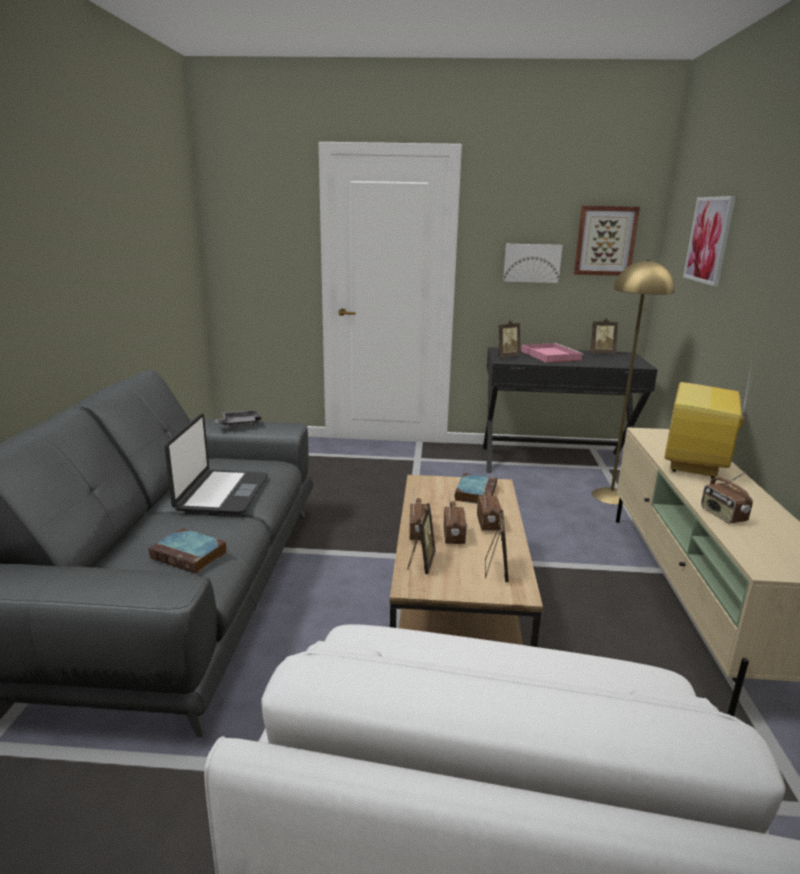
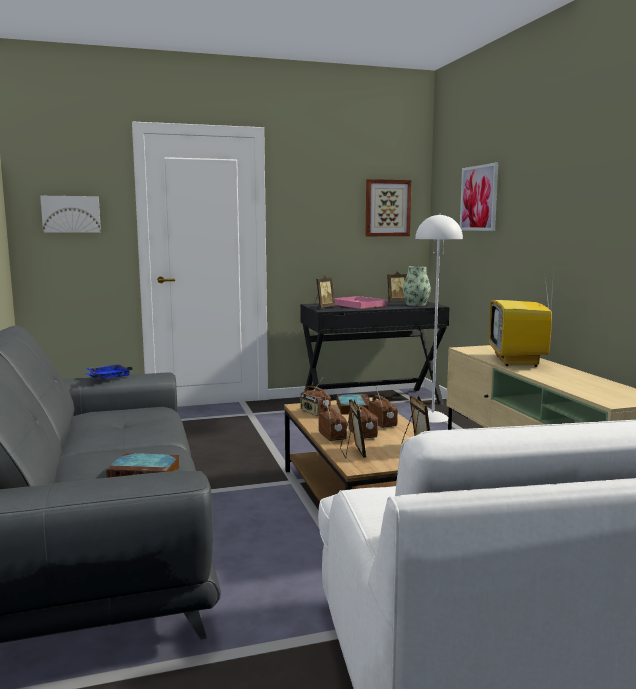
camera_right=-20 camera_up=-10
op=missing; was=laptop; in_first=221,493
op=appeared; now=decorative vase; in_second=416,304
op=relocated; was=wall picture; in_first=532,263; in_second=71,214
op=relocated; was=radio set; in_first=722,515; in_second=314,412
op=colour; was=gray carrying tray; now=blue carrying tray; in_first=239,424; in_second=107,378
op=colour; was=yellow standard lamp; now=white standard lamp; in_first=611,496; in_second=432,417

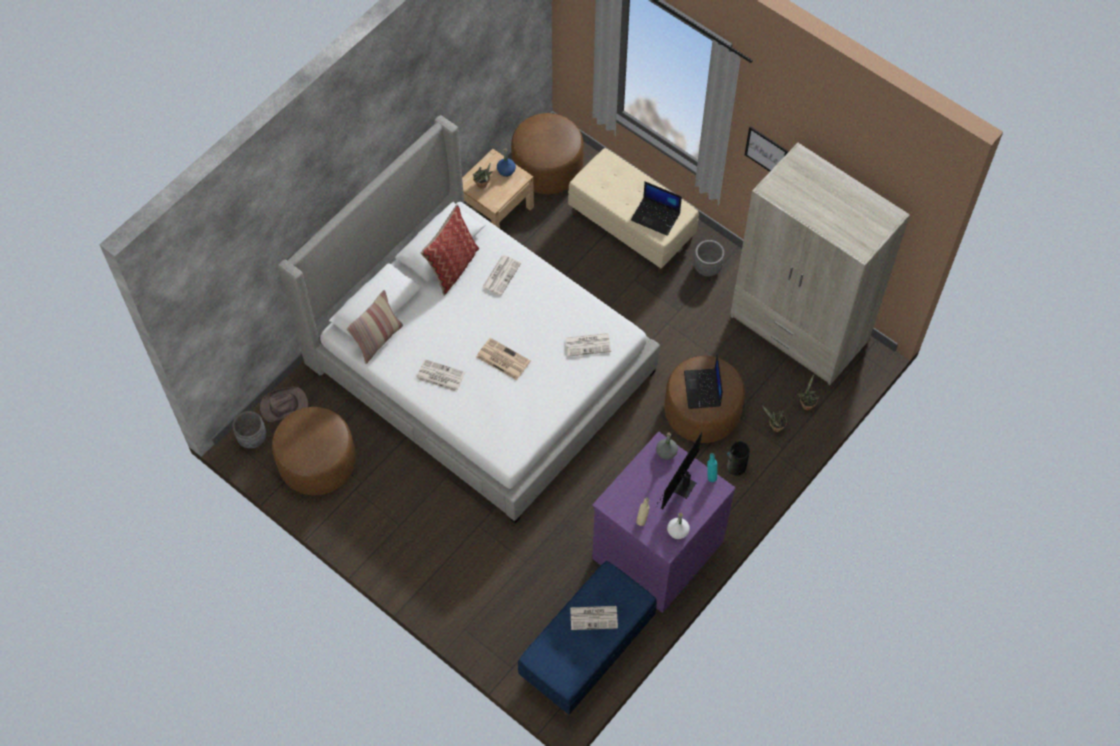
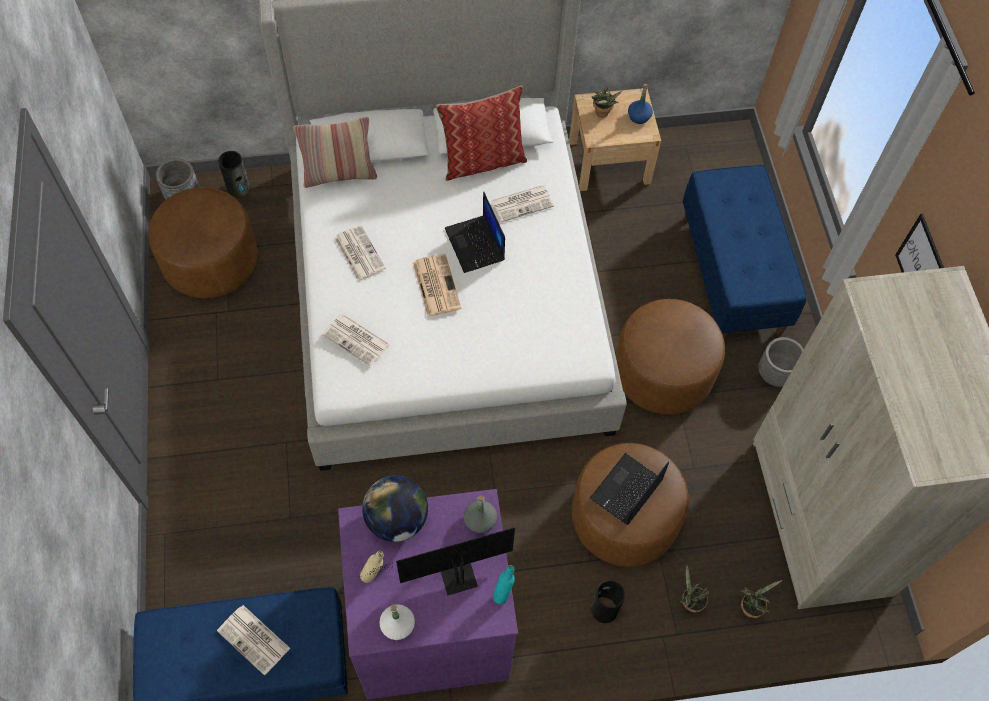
camera_right=40 camera_up=0
op=appeared; now=world globe; in_second=397,519
op=relocated; was=brown pouffe; in_first=547,169; in_second=662,373
op=relocated; was=newspaper; in_first=588,344; in_second=357,340
op=relocated; was=laptop; in_first=656,216; in_second=475,245
op=exchanged; was=brown clothing hat; now=decorative vase; in_first=283,405; in_second=239,188
op=colour; was=sand-coloured indoor bench; now=blue indoor bench; in_first=632,227; in_second=732,274

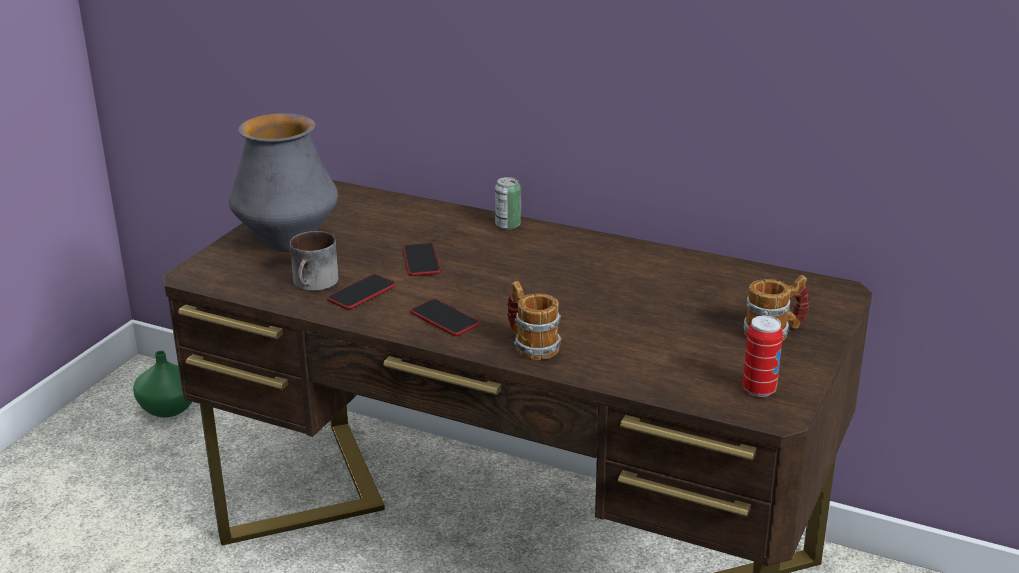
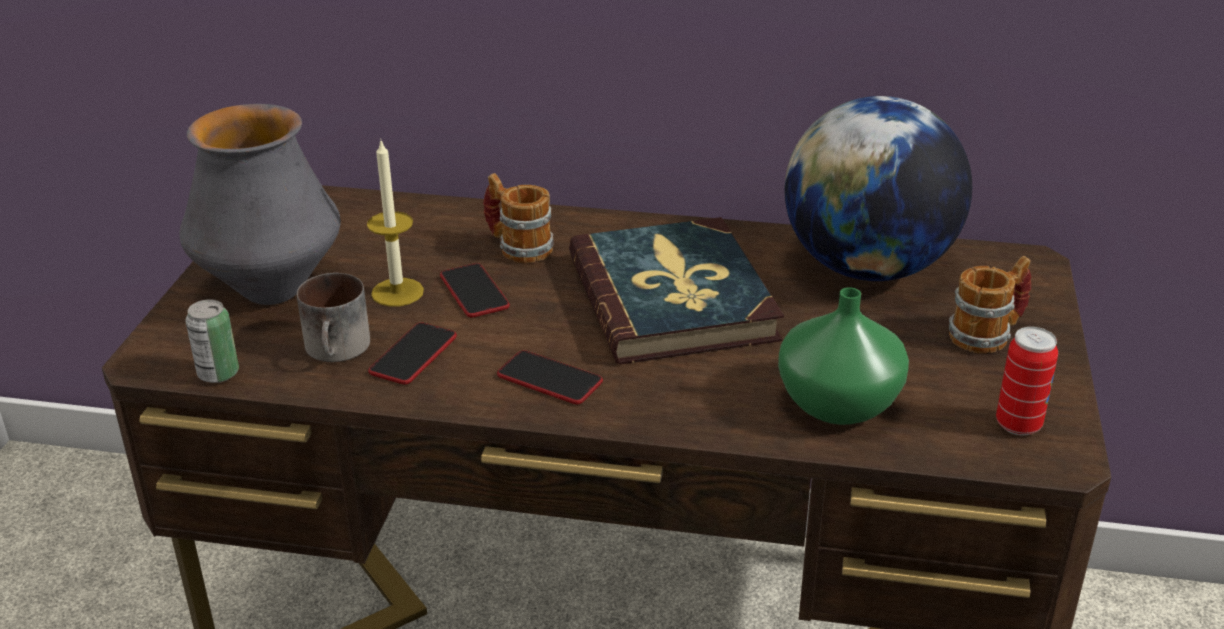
camera_right=-15 camera_up=5
op=appeared; now=candle; in_second=397,292
op=appeared; now=bound book; in_second=673,298
op=appeared; now=world globe; in_second=868,268
op=relocated; was=green-coloured decorative vase; in_first=169,408; in_second=841,404
op=relocated; was=metal can; in_first=508,225; in_second=218,374
op=relocated; was=mug; in_first=531,345; in_second=518,247

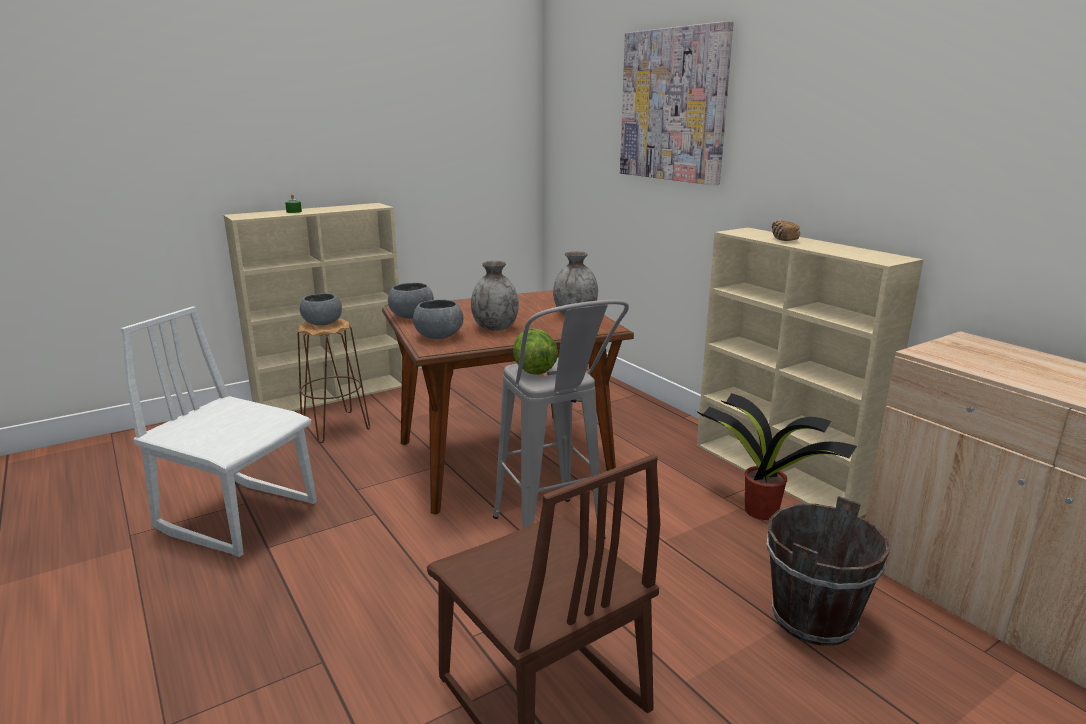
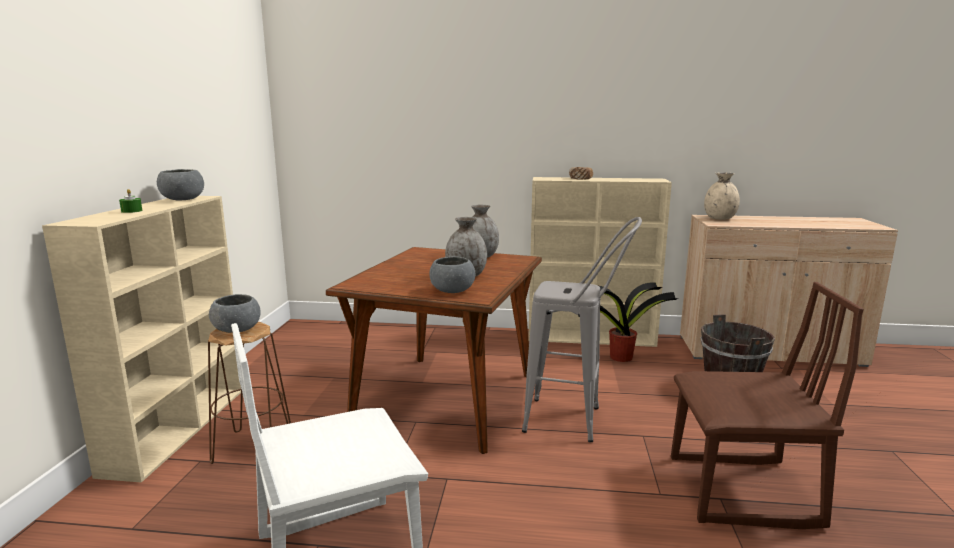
camera_right=-50 camera_up=-5
op=missing; was=lettuce head; in_first=534,370
op=missing; was=wall picture; in_first=673,105
op=appeared; now=sand-coloured decorative vase; in_second=720,218
op=relocated; was=gray deep dish; in_first=411,316; in_second=182,199

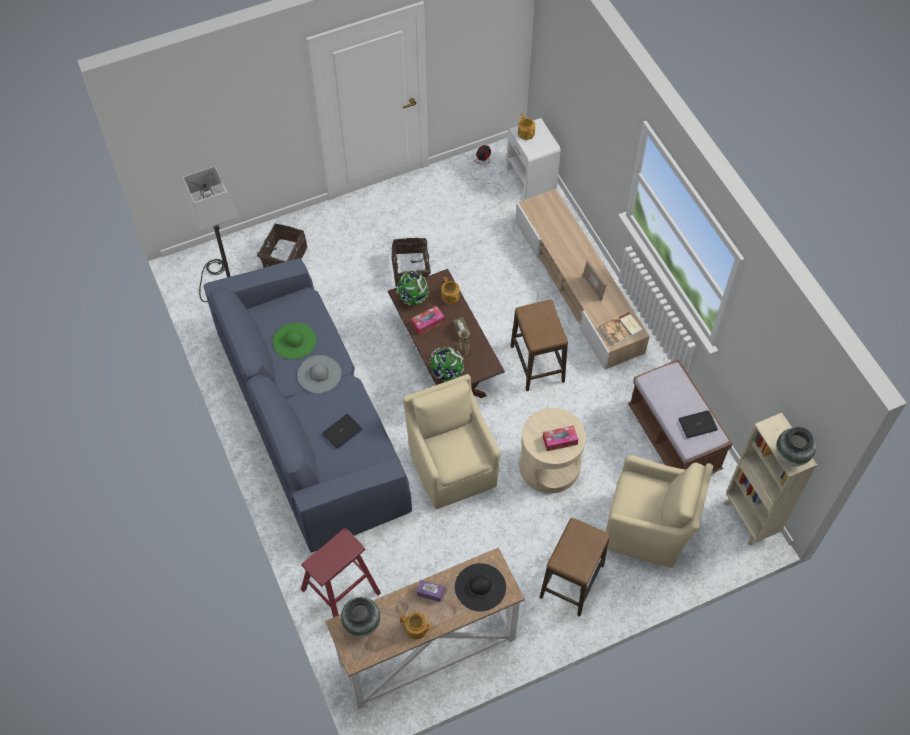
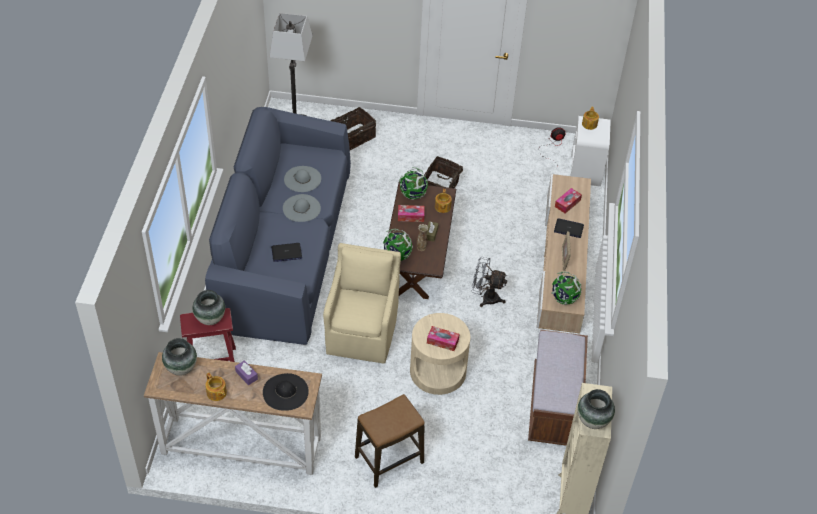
camera_right=30 camera_up=-10
op=missing; was=sand-coloured armchair; in_first=648,529
op=appeared; now=decorative vase; in_second=210,318
op=appeared; now=tissue box; in_second=567,203
op=relocated; was=laptop; in_first=697,424; in_second=568,228
op=exchanged; was=stool; now=gray electric fan; in_first=537,364; in_second=485,297
op=exchanged; was=bound book; now=world globe; in_first=621,330; in_second=564,299
op=colour; was=green-coloured clothing hat; now=gray clothing hat; in_first=294,340; in_second=302,179

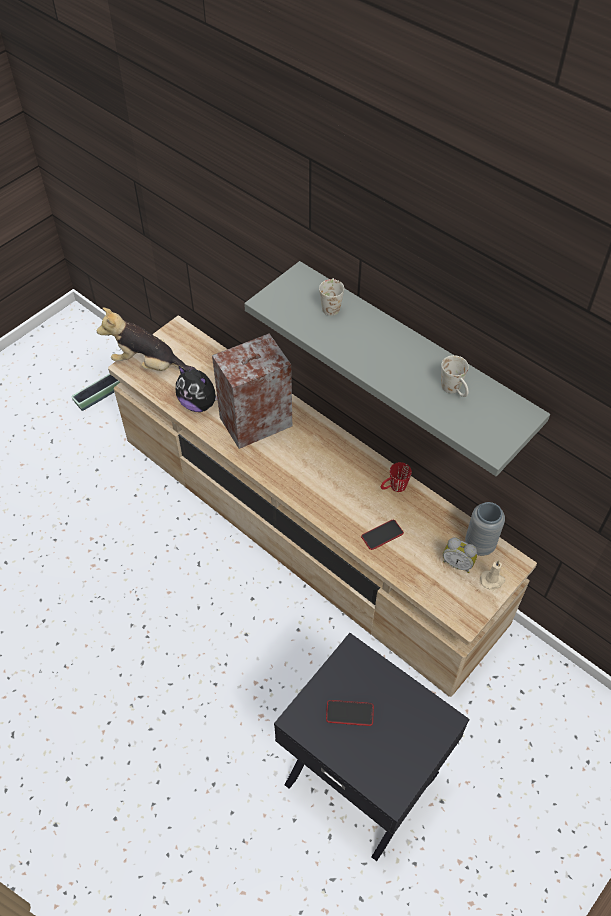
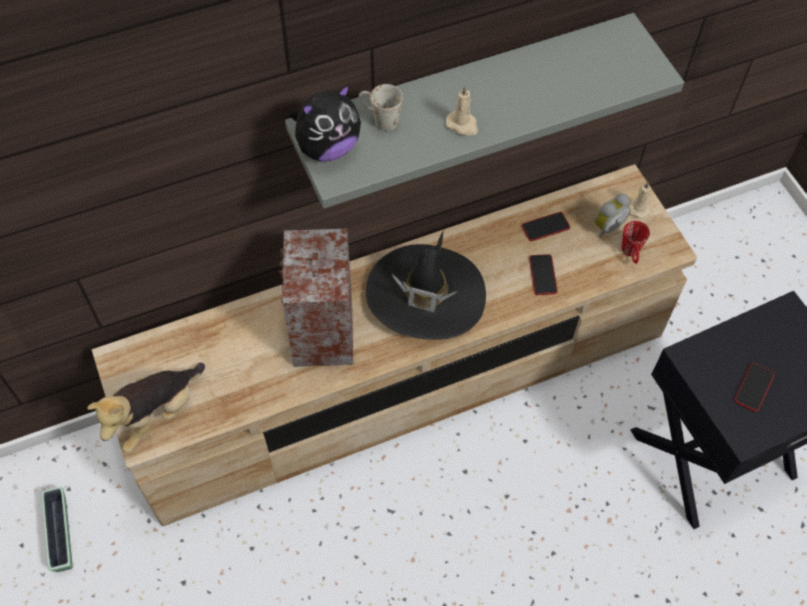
camera_right=-65 camera_up=5
op=missing; was=white mug; in_first=454,390
op=missing; was=gray decorative vase; in_first=479,545
op=appeared; now=black clothing hat; in_second=425,295
op=appeared; now=sand-coloured candle; in_second=462,125
op=appeared; now=handset; in_second=545,227
op=relocated; was=cuddly toy; in_first=199,404; in_second=327,148
op=relocated; was=red mug; in_first=393,488; in_second=631,254

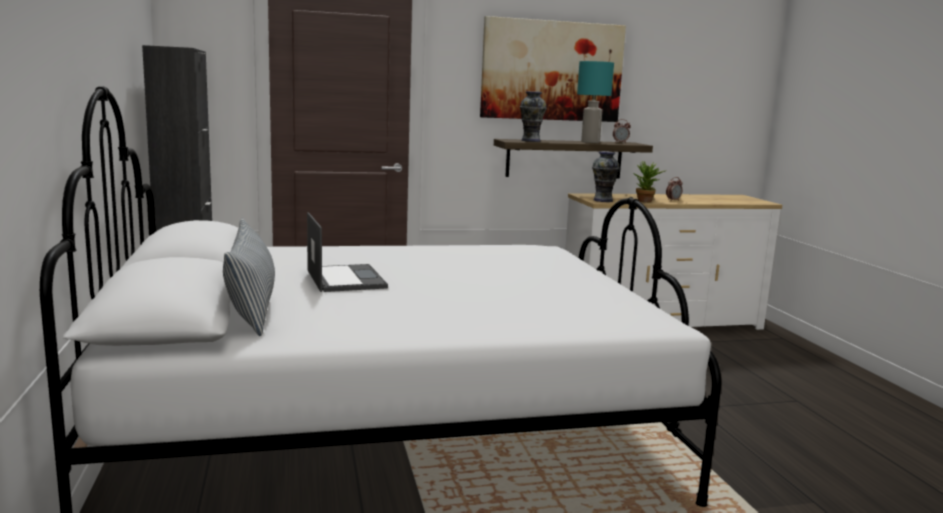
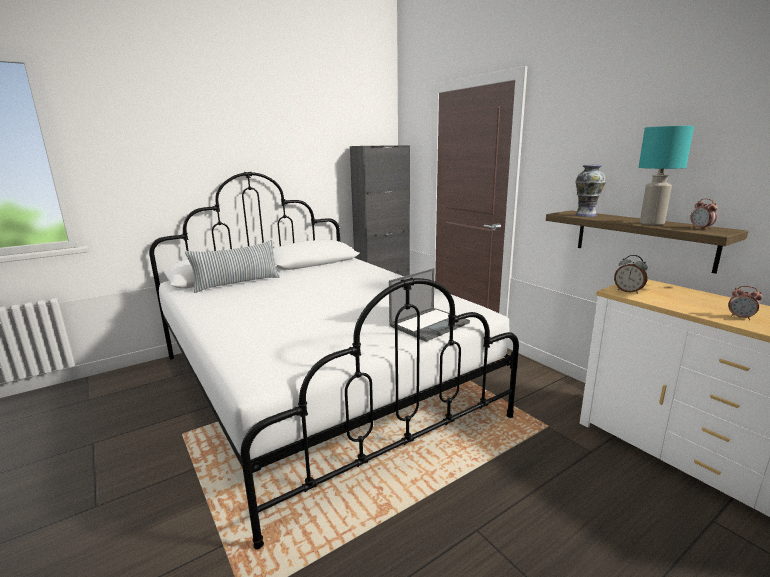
camera_right=70 camera_up=5
op=missing; was=wall picture; in_first=552,71
op=missing; was=houseplant; in_first=646,202
op=relocated; was=laptop; in_first=345,279; in_second=429,324
op=exchanged; was=decorative vase; now=alarm clock; in_first=603,200; in_second=628,291

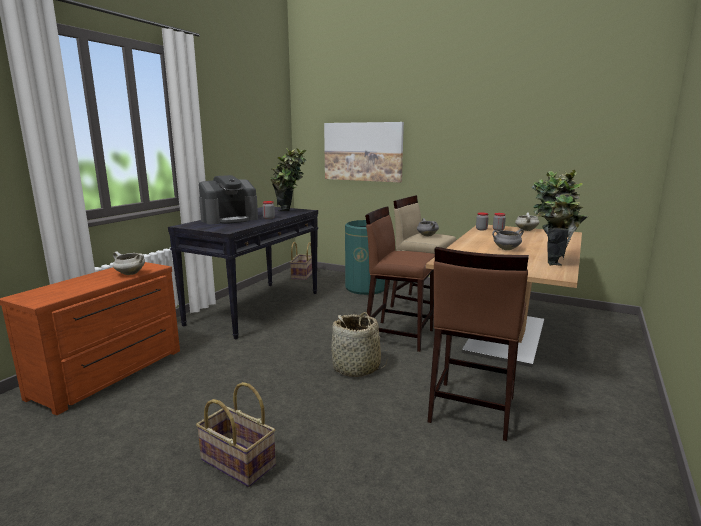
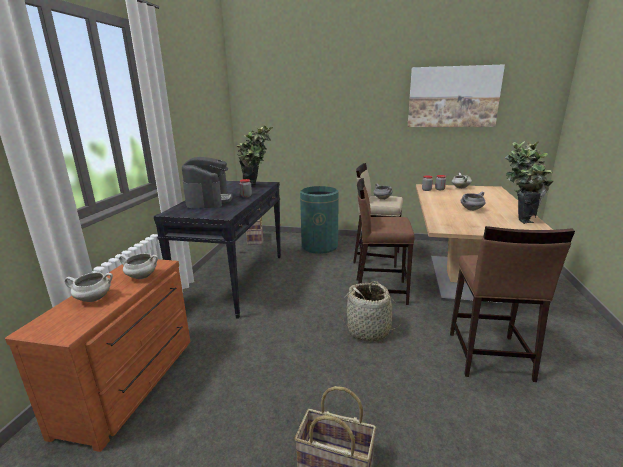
camera_right=-15 camera_up=5
op=appeared; now=white stockpot; in_second=93,299
op=relocated; was=wall picture; in_first=363,151; in_second=453,97
op=spun; was=coffee brewer; in_first=229,219; in_second=208,200; clockwise=-45

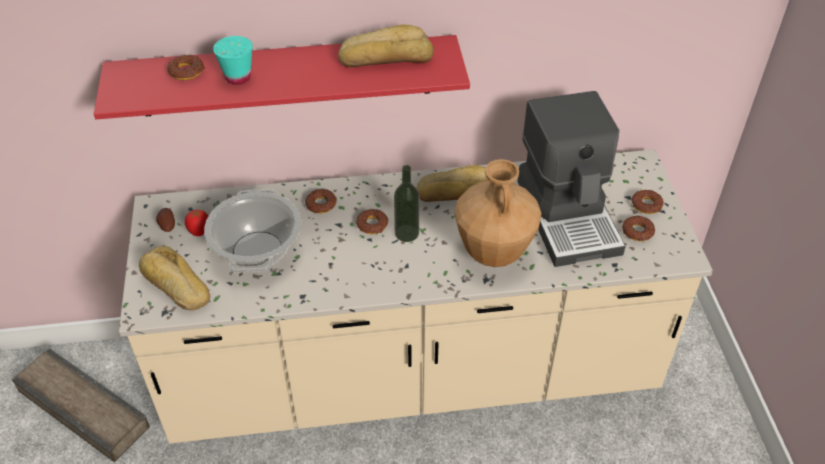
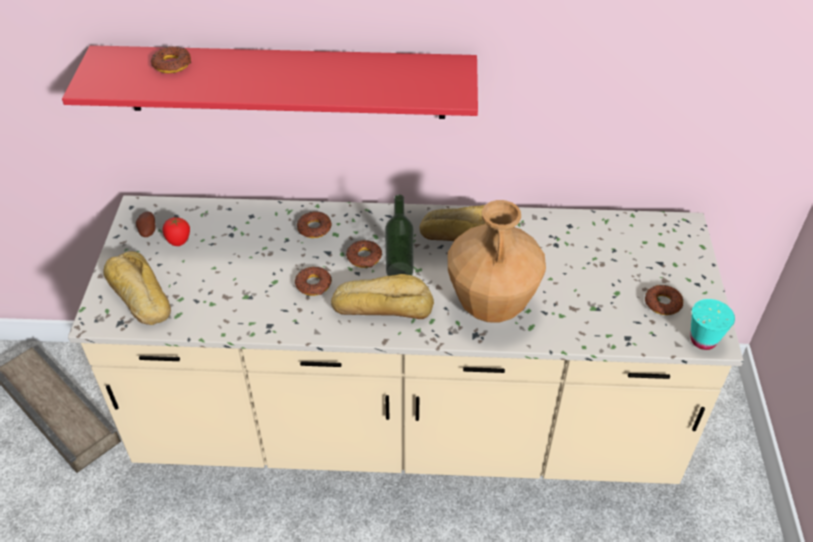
camera_right=10 camera_up=0
op=missing; was=stockpot; in_first=258,251
op=missing; was=coffee brewer; in_first=569,215
op=relocated; was=turquoise cup; in_first=238,77; in_second=703,340
op=relocated; was=bakery bread; in_first=386,56; in_second=383,304
op=relocated; was=ring doughnut; in_first=646,205; in_second=313,284

